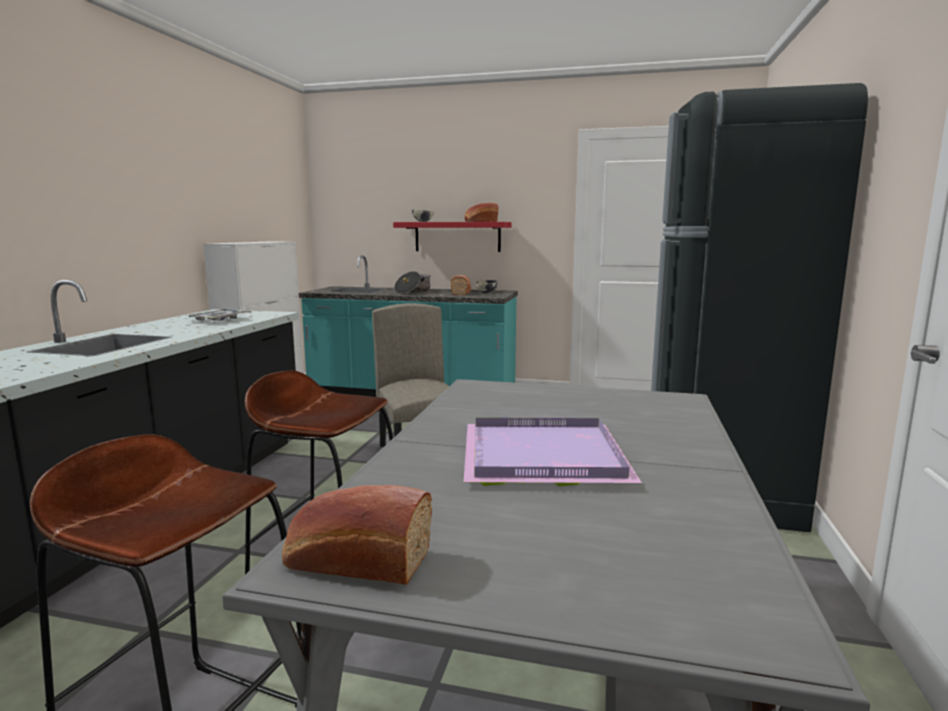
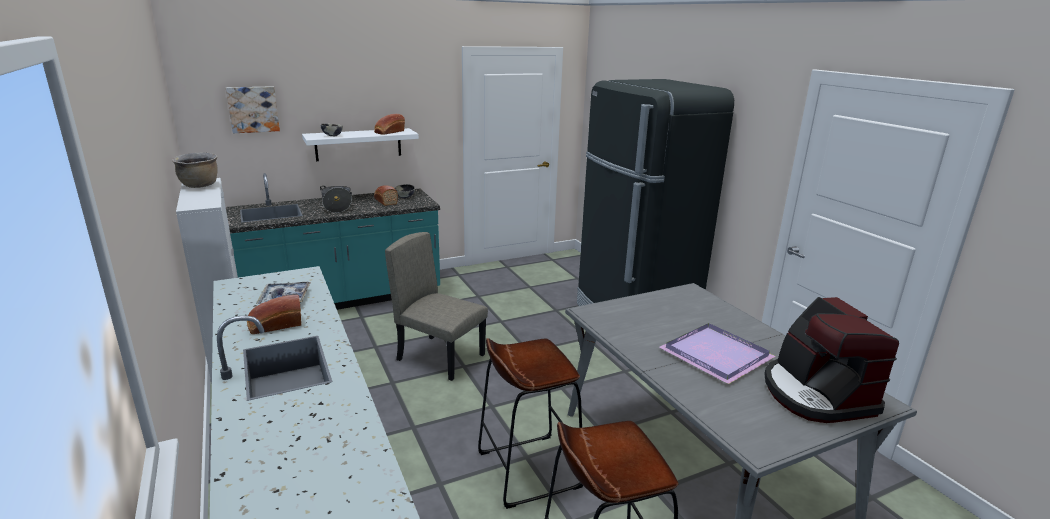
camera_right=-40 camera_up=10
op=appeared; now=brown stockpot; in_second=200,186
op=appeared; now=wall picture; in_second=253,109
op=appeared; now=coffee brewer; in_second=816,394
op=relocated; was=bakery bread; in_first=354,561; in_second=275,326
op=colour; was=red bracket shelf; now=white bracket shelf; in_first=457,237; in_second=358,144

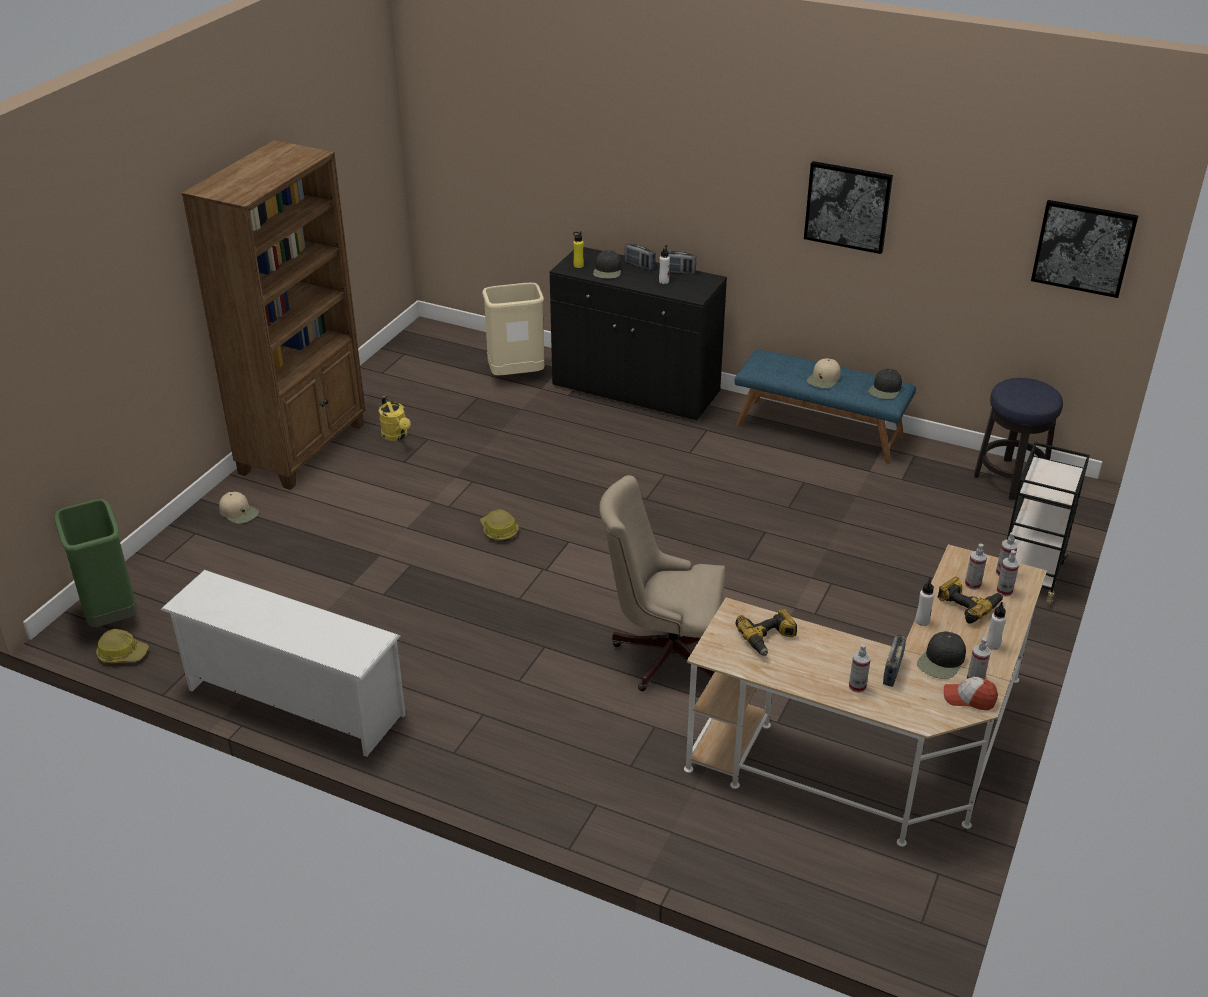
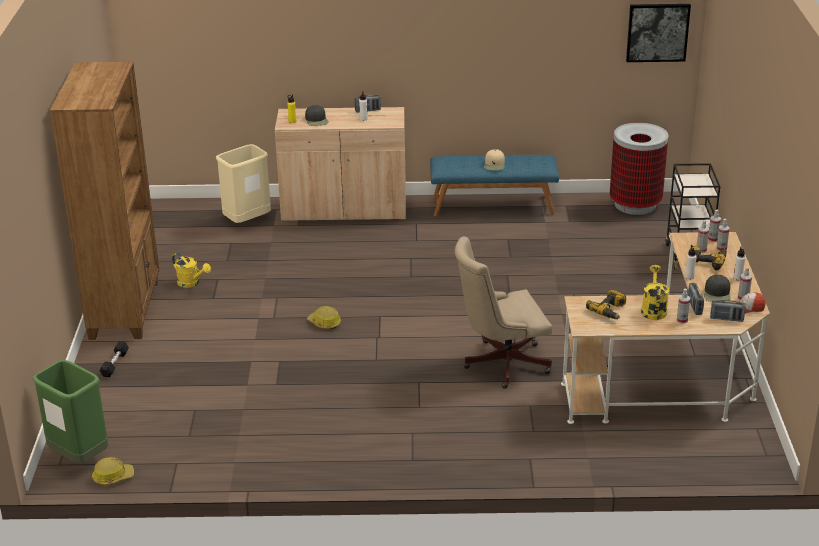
camera_right=-25 camera_up=-5
op=missing; was=white shoe rack; in_first=292,703
op=missing; was=wall picture; in_first=848,206
op=missing; was=black baseball cap; in_first=885,389
op=appeared; now=yellow watering can; in_second=653,309
op=relocated; was=radio set; in_first=639,265; in_second=726,319
op=exchanged; was=sand-coloured baseball cap; now=black hand weight; in_first=239,512; in_second=115,364
op=exchanged; was=stool; now=waste bin; in_first=1009,479; in_second=635,205
op=colour; was=black storage cabinet; now=sand-coloured storage cabinet; in_first=635,390; in_second=344,210

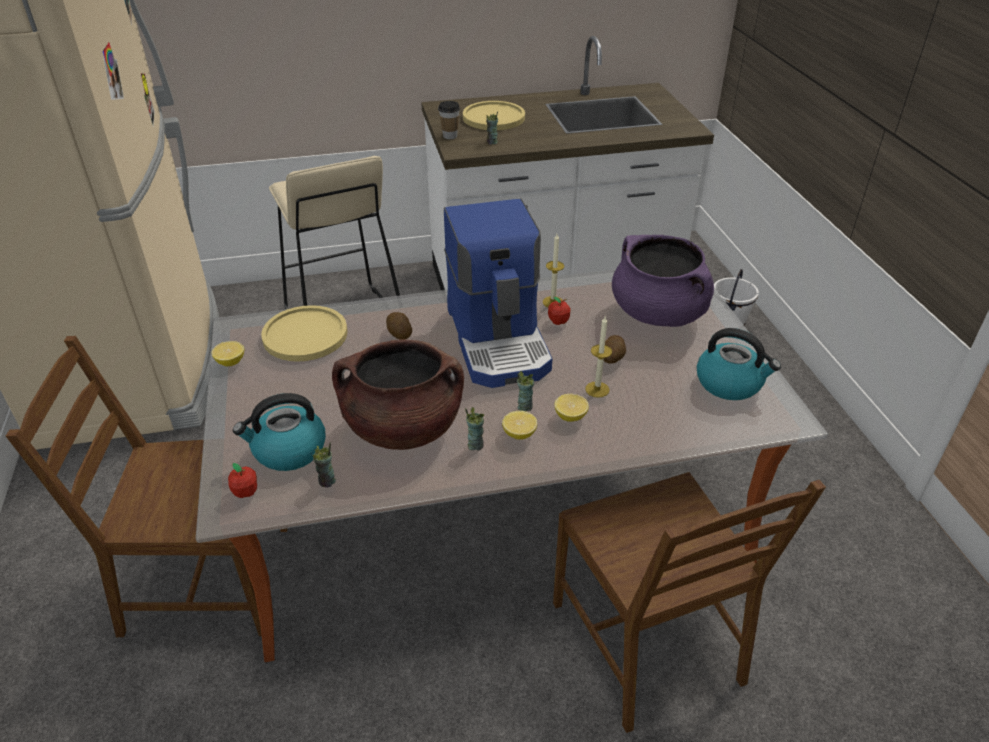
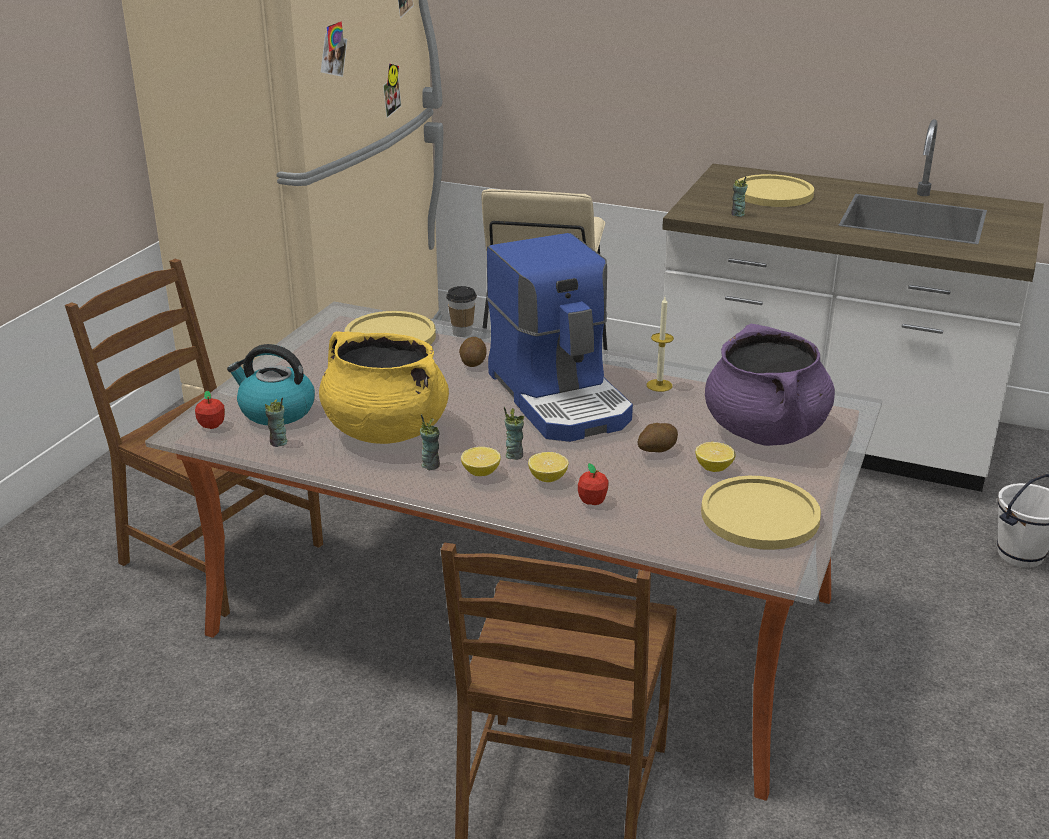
camera_right=35 camera_up=-10
op=missing; was=candle; in_first=597,389
op=relocated; was=citrus fruit; in_first=230,362; in_second=713,468
op=relocated; was=cup; in_first=450,136; in_second=462,332
op=relocated; was=whole apple; in_first=558,321; in_second=592,501
op=exchanged; was=tea kettle; now=yellow plate; in_first=730,383; in_second=760,515
op=colour; was=brown stockpot; now=yellow stockpot; in_first=403,428; in_second=385,430
op=spun; was=coffee brewer; in_first=500,340; in_second=561,397; clockwise=-45

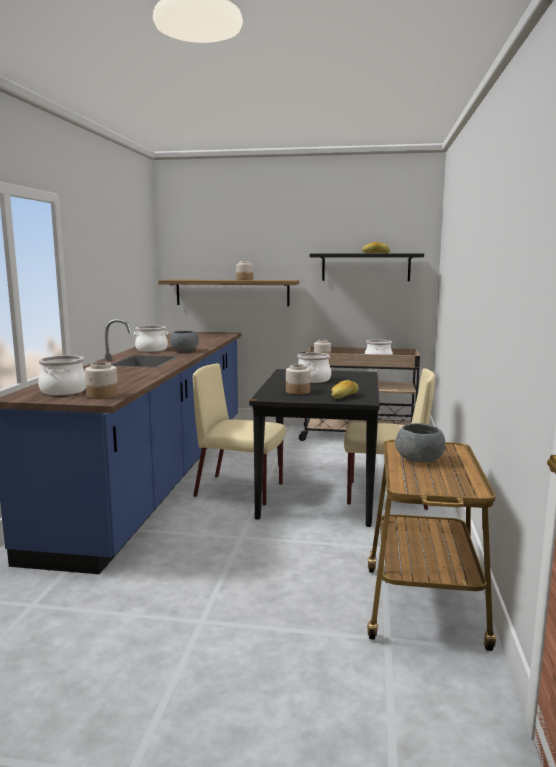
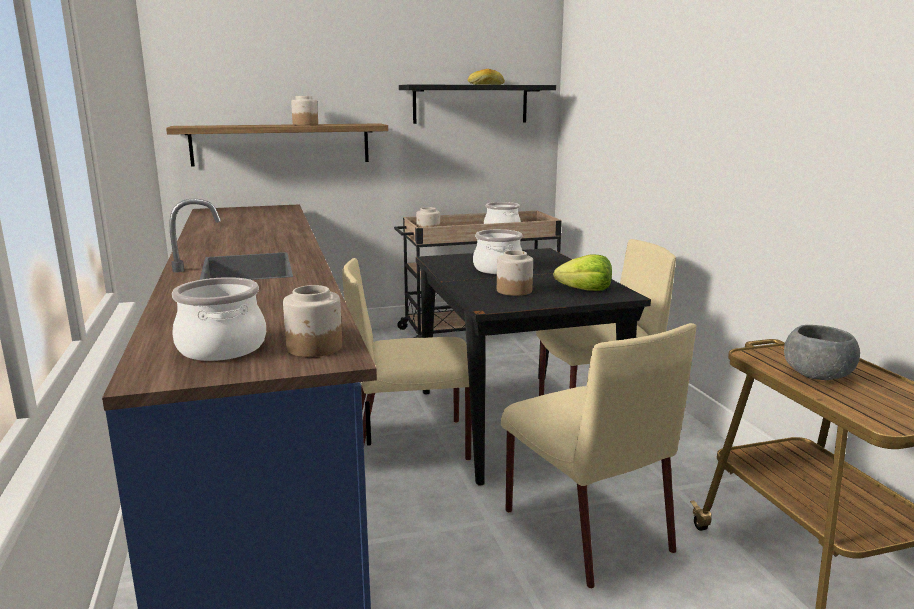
camera_right=-25 camera_up=5
op=missing; was=stockpot; in_first=151,349
op=missing; was=gray deep dish; in_first=184,351
op=appeared; now=sand-coloured upright chair; in_second=584,529
op=exchanged; was=bakery bread; now=lettuce head; in_first=344,396; in_second=585,290

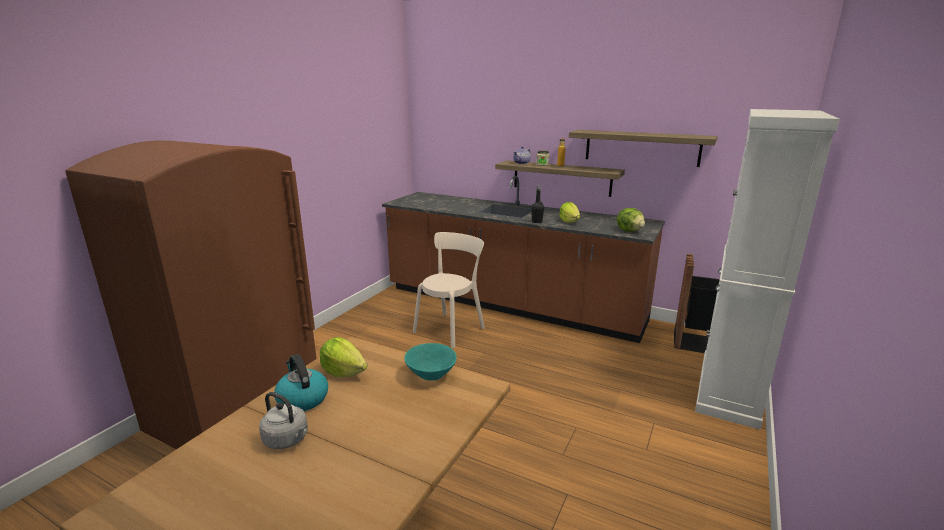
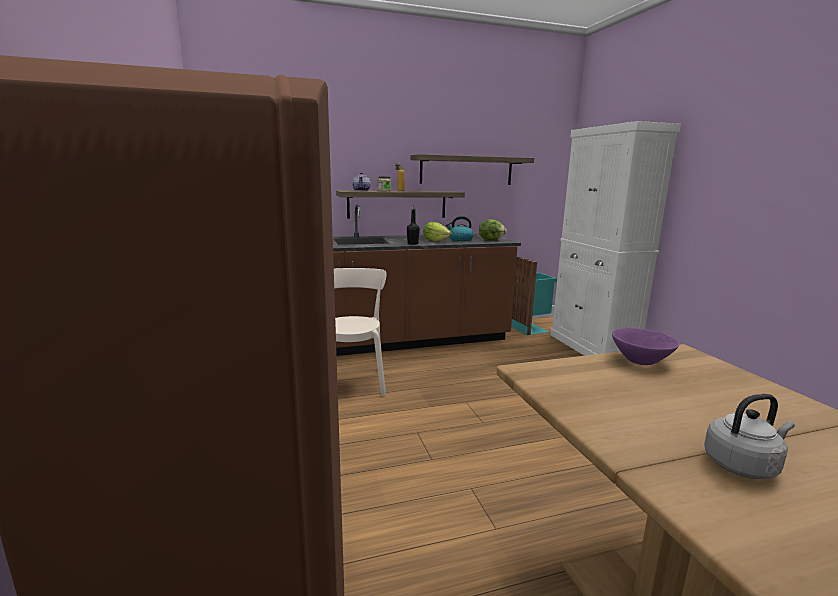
camera_right=-45 camera_up=-5
op=missing; was=lettuce head; in_first=343,372
op=relocated; was=tea kettle; in_first=302,399; in_second=460,239
op=colour; was=turquoise deep dish; now=purple-coloured deep dish; in_first=431,375; in_second=641,361
op=colour; was=black waste bin; now=turquoise waste bin; in_first=693,342; in_second=529,328

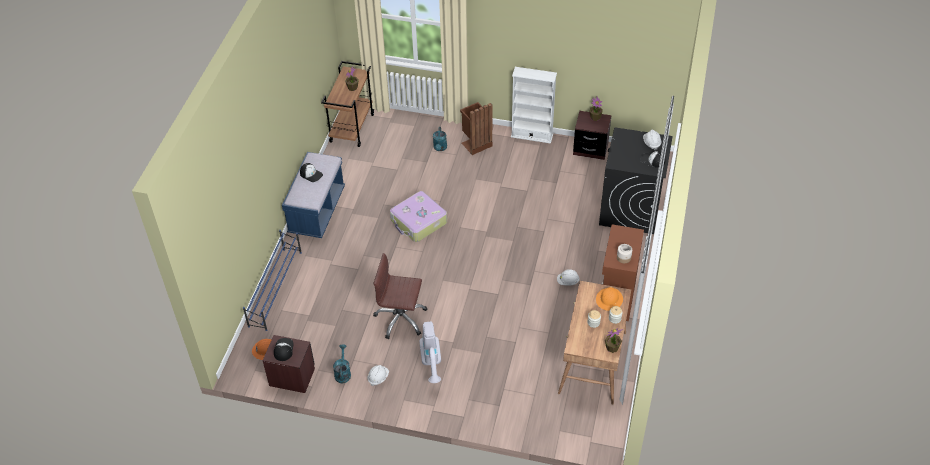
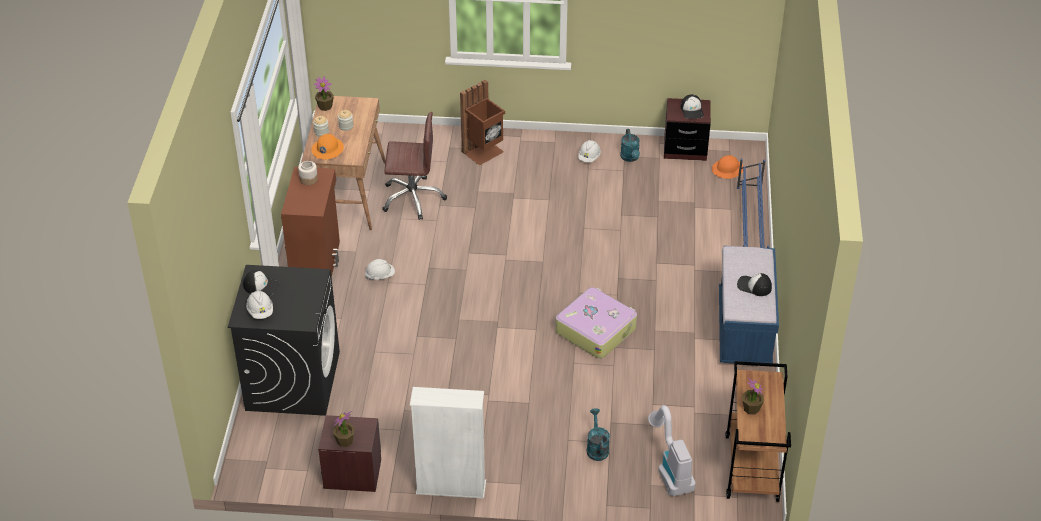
camera_right=170 camera_up=-5
op=relocated; was=brown desk chair; in_first=400,319; in_second=413,198
op=relocated; was=vacuum cleaner; in_first=432,363; in_second=670,469
op=relocated; was=brown waste bin; in_first=475,143; in_second=484,152

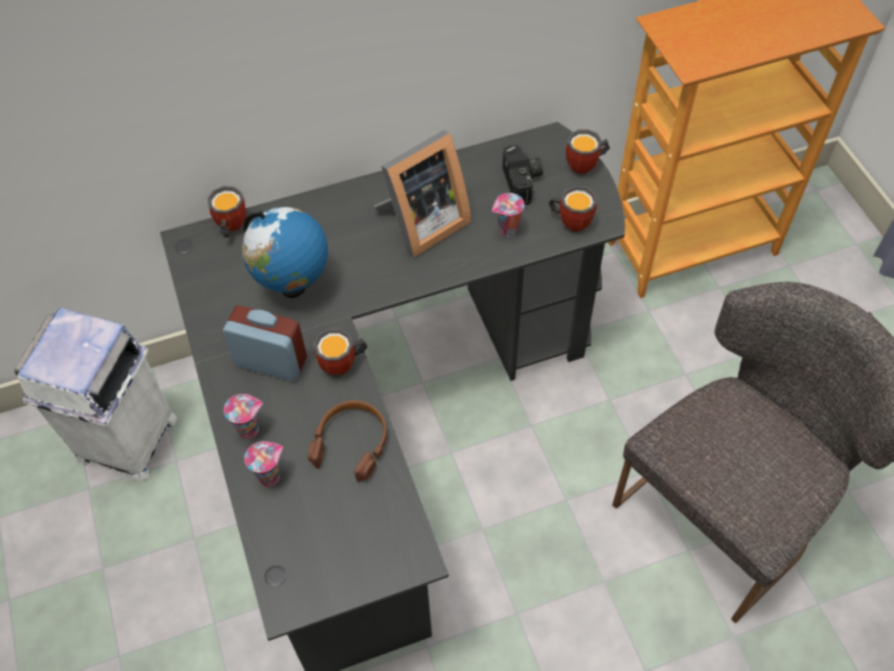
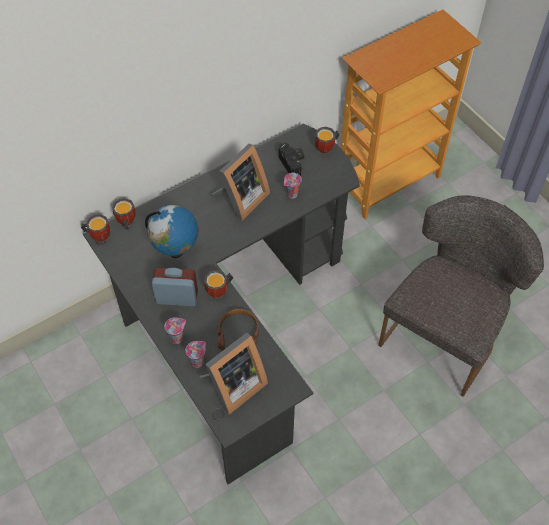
camera_right=-15 camera_up=0
op=missing; was=white waste bin; in_first=126,441
op=appeared; now=standing frame; in_second=233,386
op=relocated; was=mug; in_first=571,221; in_second=98,235

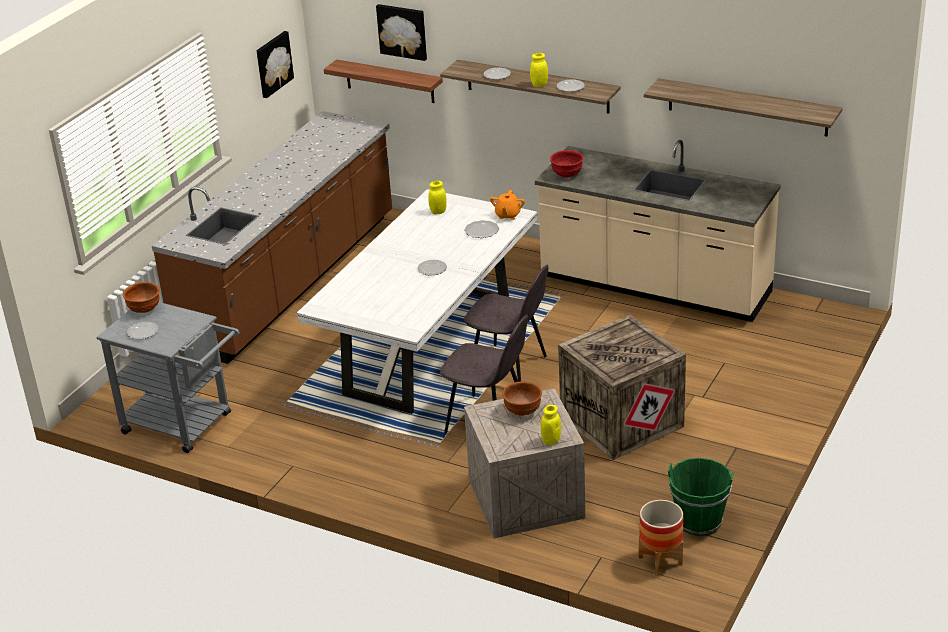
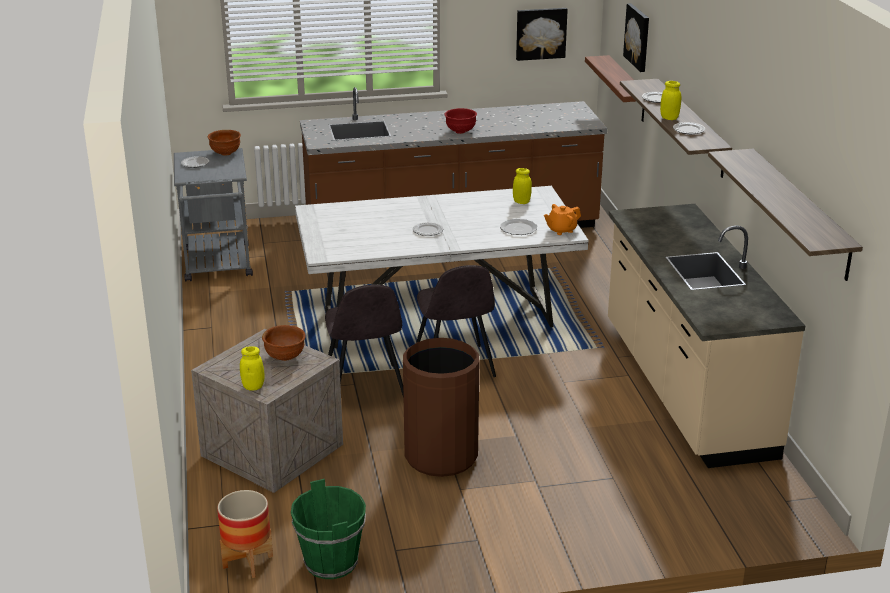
camera_right=50 camera_up=-5
op=relocated; was=red deep dish; in_first=566,175; in_second=460,131
op=exchanged; was=shipping crate; now=brown waste bin; in_first=621,422; in_second=440,456

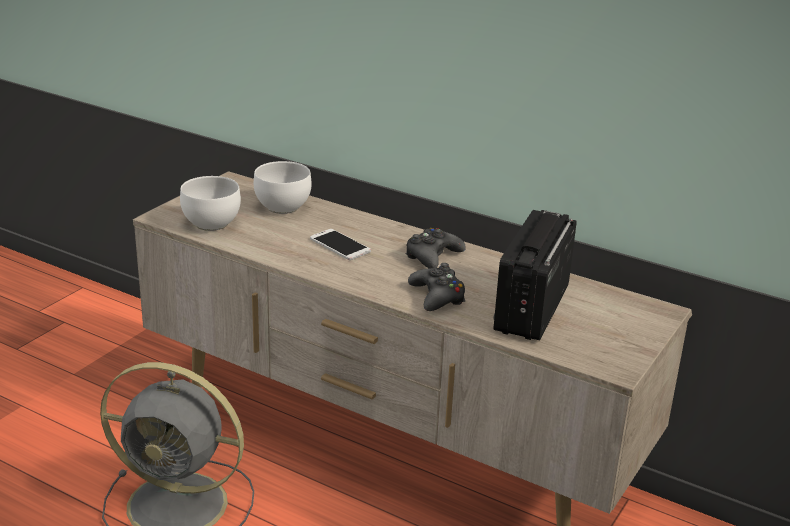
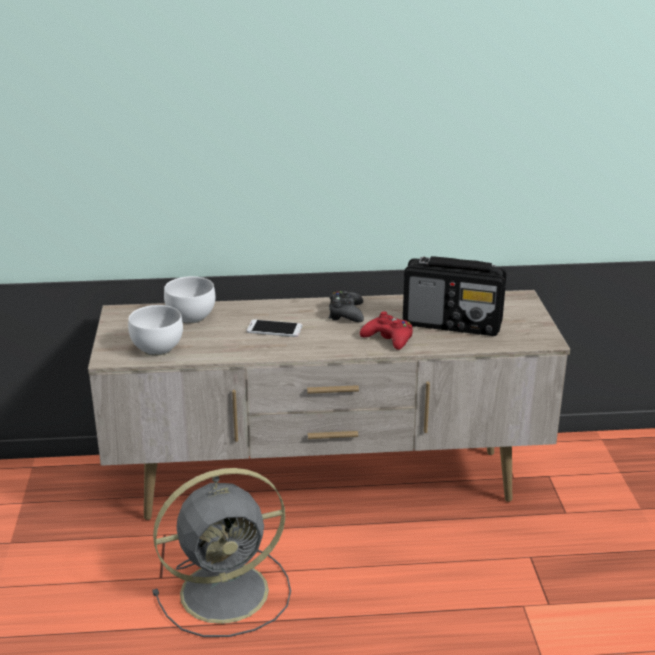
camera_right=-35 camera_up=0
op=colour; was=black joypad; now=red joypad; in_first=437,297; in_second=388,338
op=spun; was=radio set; in_first=531,309; in_second=453,324; clockwise=-60

